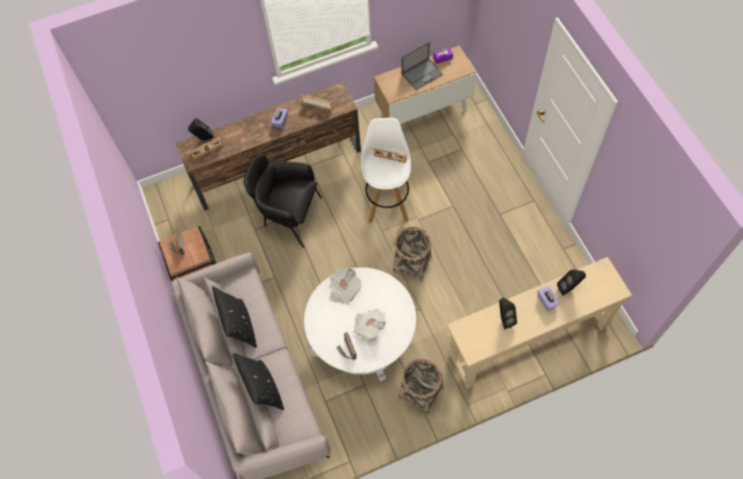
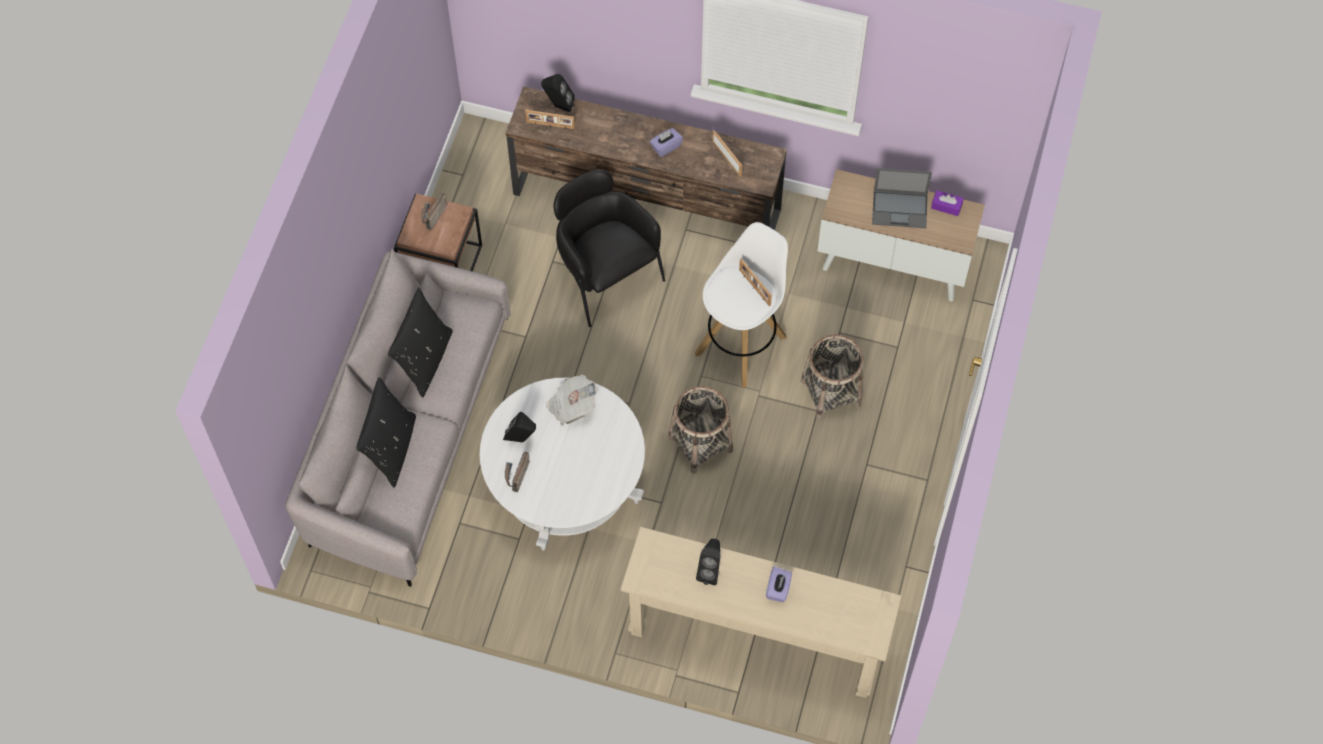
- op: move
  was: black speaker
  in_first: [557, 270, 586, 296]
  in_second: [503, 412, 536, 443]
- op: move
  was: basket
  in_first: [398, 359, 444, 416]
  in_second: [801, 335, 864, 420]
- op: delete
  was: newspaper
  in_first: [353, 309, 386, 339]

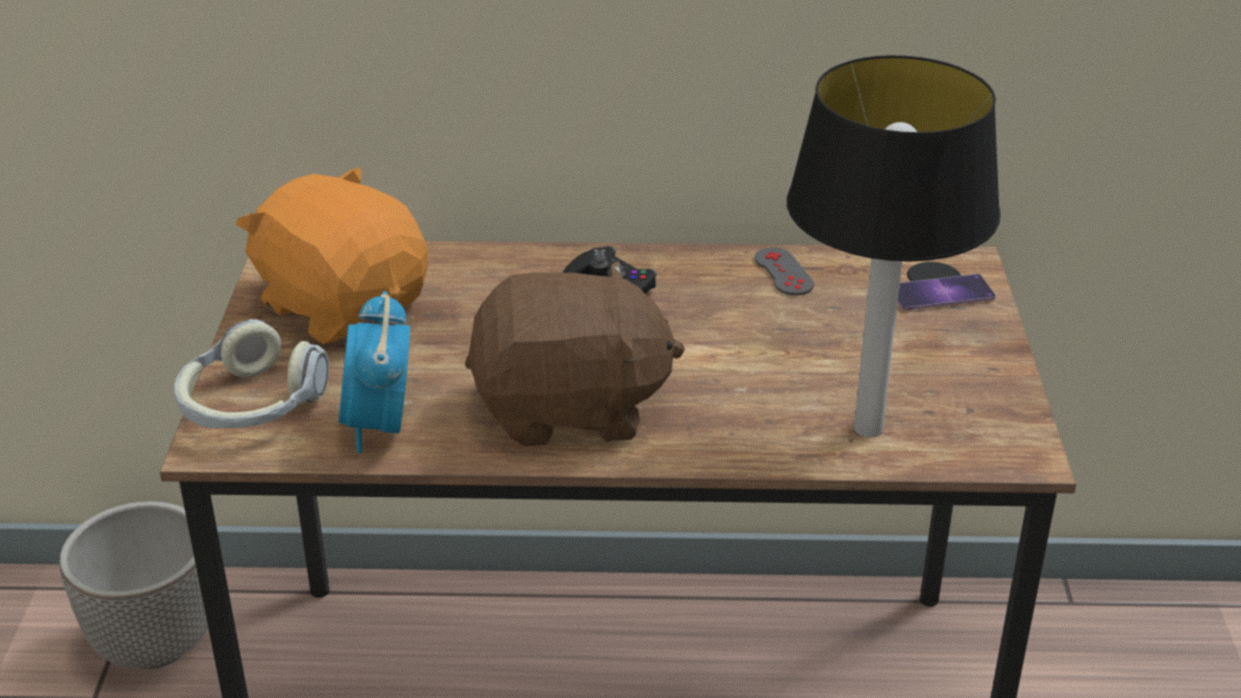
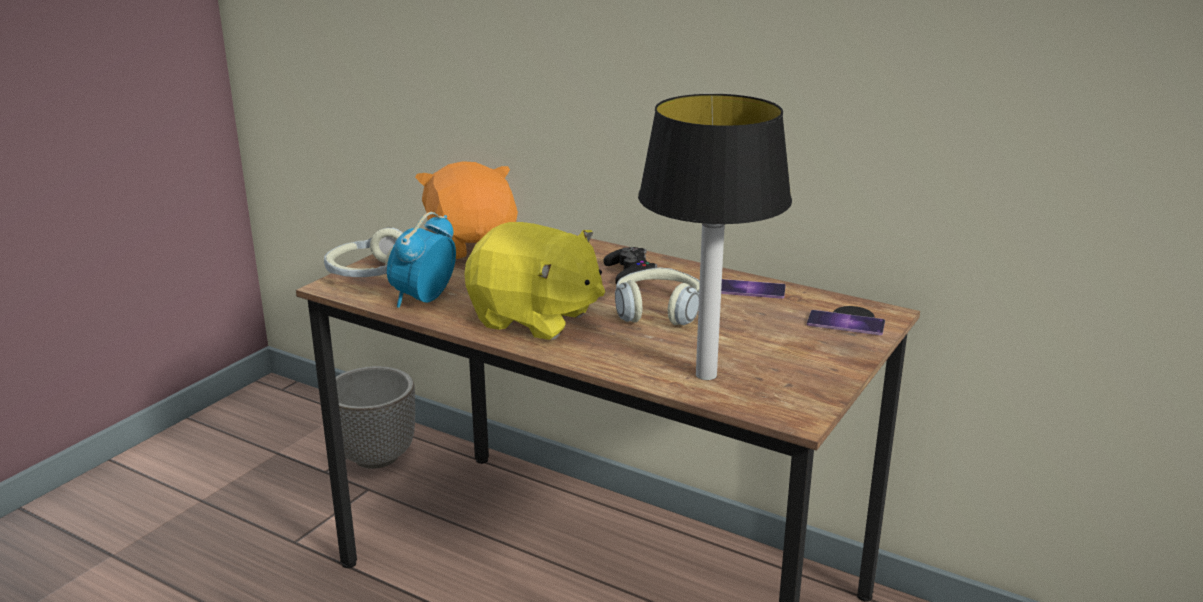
- op: recolor
  was: brown plush toy
  now: yellow plush toy
  in_first: [465, 261, 685, 447]
  in_second: [464, 222, 605, 340]
- op: insert
  now: headphones
  in_second: [615, 267, 700, 325]
- op: replace
  was: grey game controller
  now: phone
  in_first: [754, 247, 814, 296]
  in_second: [721, 279, 786, 299]

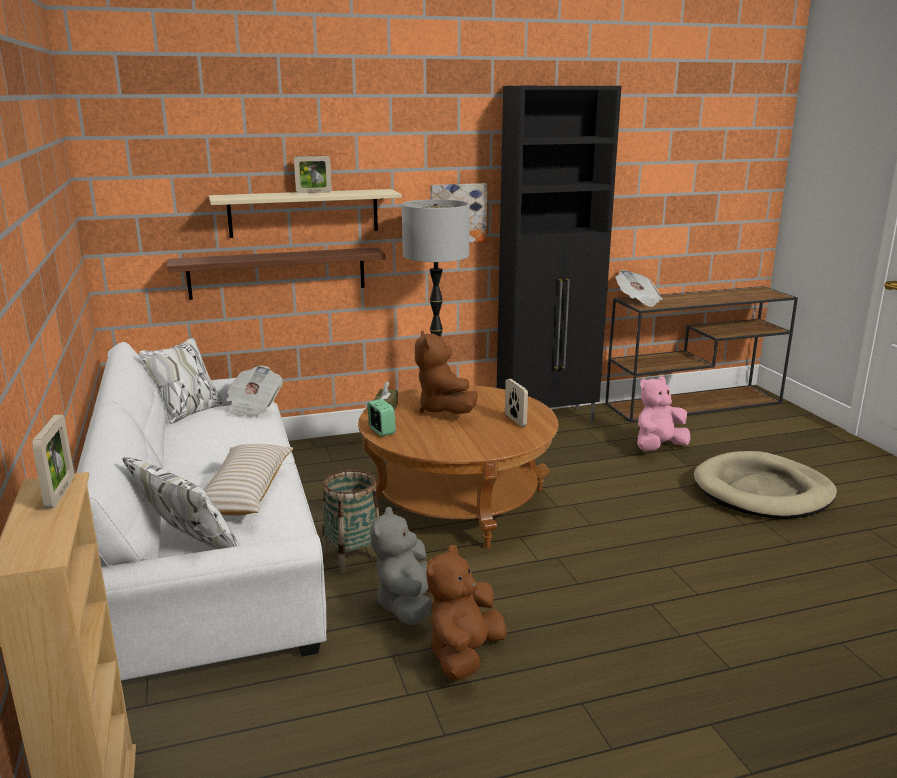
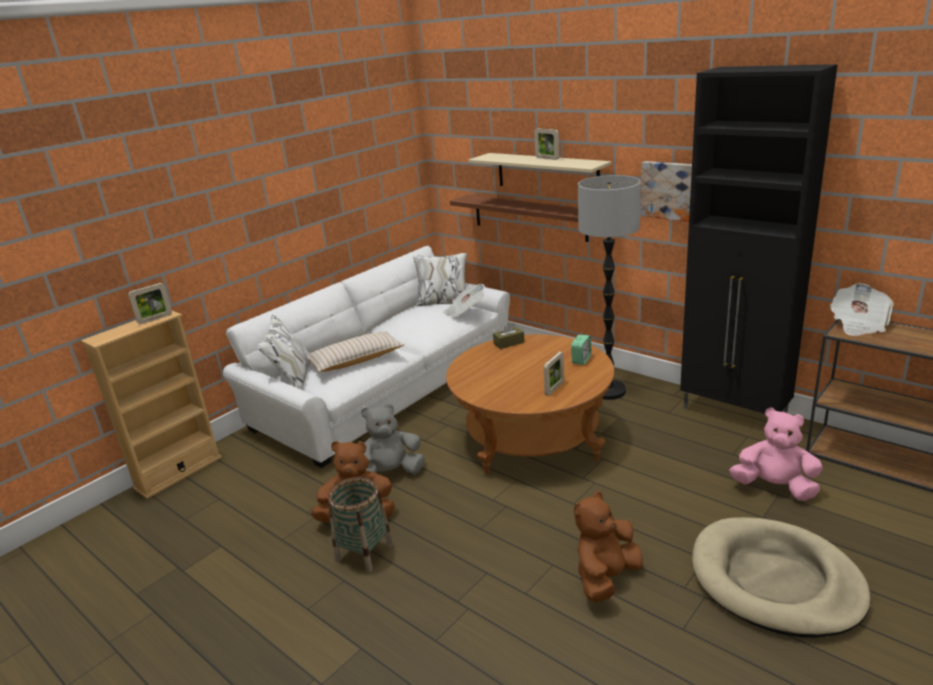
- op: move
  was: basket
  in_first: [322, 470, 379, 574]
  in_second: [328, 477, 393, 572]
- op: move
  was: alarm clock
  in_first: [367, 399, 396, 437]
  in_second: [571, 335, 592, 365]
- op: move
  was: brown plush toy
  in_first: [415, 330, 478, 414]
  in_second: [574, 491, 643, 602]

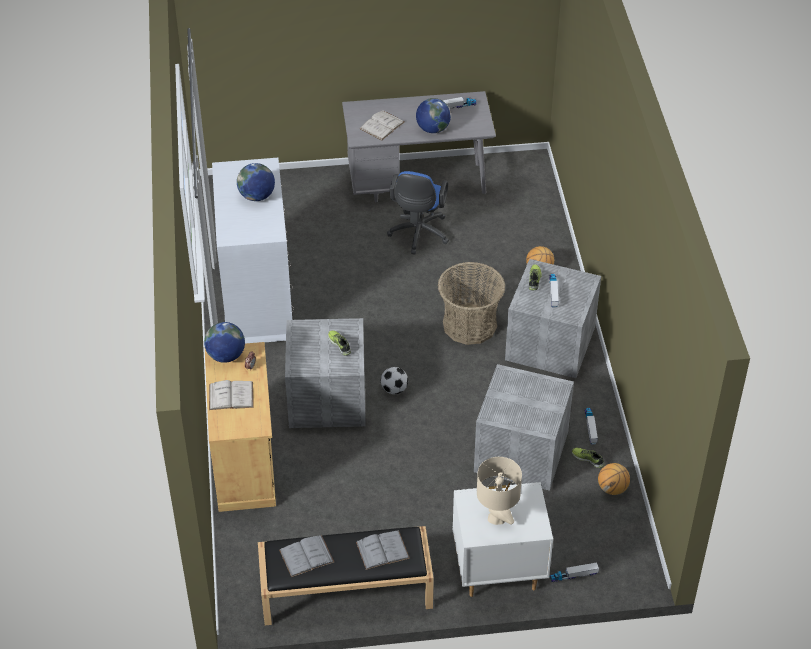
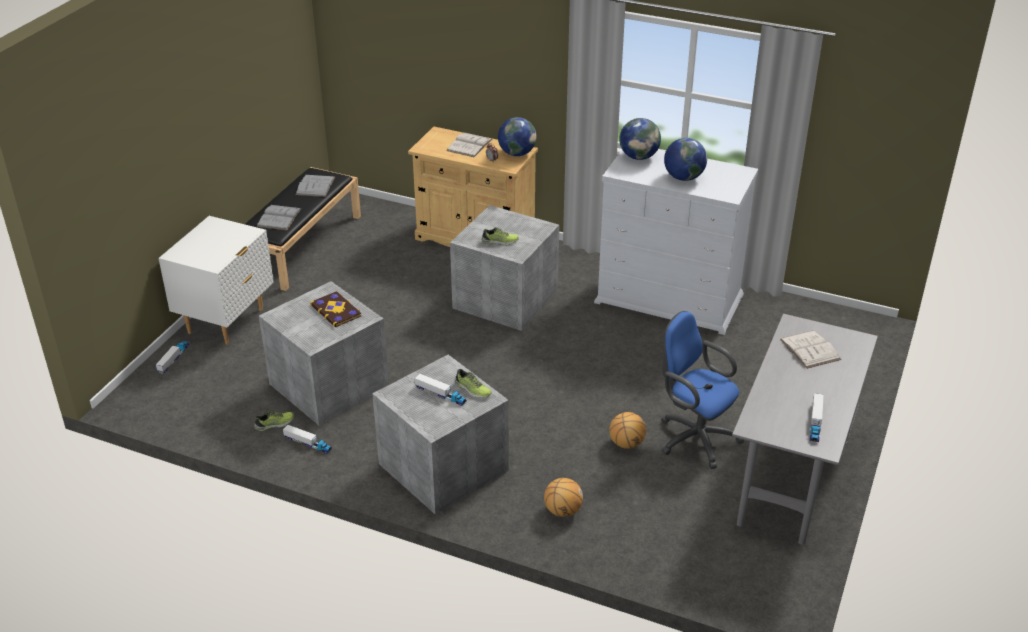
- op: insert
  now: book
  in_second: [310, 291, 361, 327]
- op: move
  was: basketball
  in_first: [598, 463, 630, 495]
  in_second: [609, 412, 646, 449]
- op: move
  was: globe
  in_first: [416, 98, 451, 133]
  in_second: [619, 118, 661, 160]
- op: delete
  was: football
  in_first: [381, 367, 408, 394]
- op: delete
  was: basket
  in_first: [438, 262, 505, 345]
- op: delete
  was: beige table lamp
  in_first: [477, 457, 522, 525]

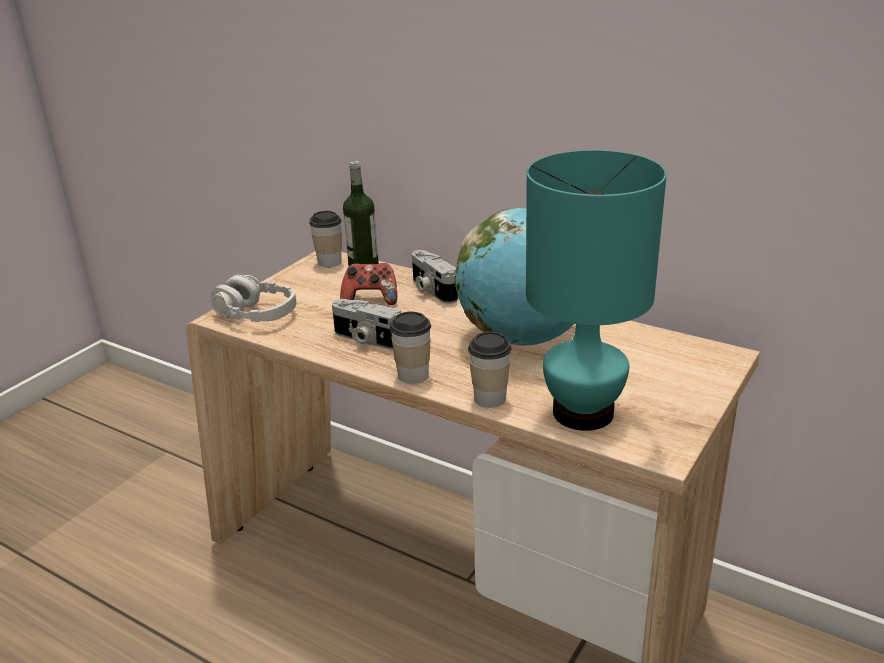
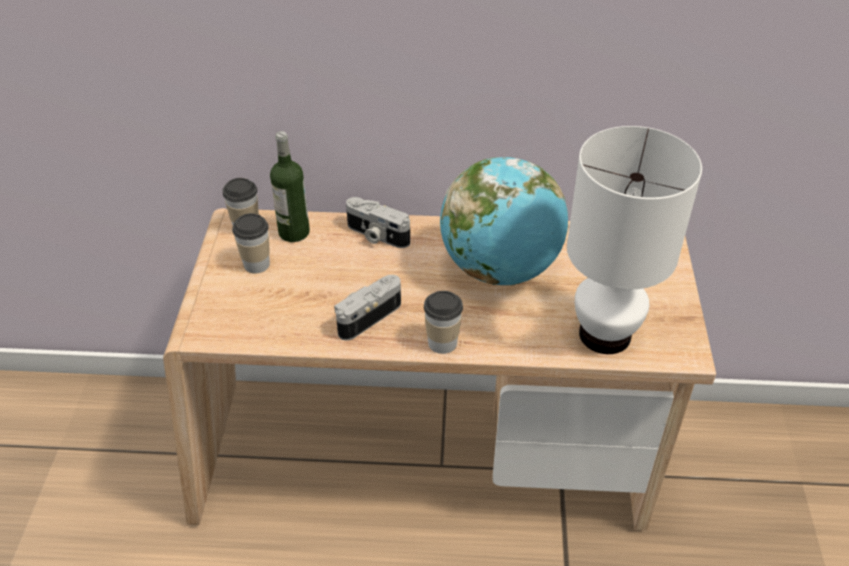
- op: move
  was: cup
  in_first: [468, 332, 512, 408]
  in_second: [232, 213, 270, 273]
- op: rotate
  was: photo camera
  in_first: [332, 299, 401, 350]
  in_second: [334, 275, 401, 341]
  clockwise: 135
- op: recolor
  was: turquoise table lamp
  now: white table lamp
  in_first: [526, 150, 667, 431]
  in_second: [567, 126, 702, 354]
- op: delete
  was: grey headphones
  in_first: [211, 275, 297, 322]
- op: delete
  was: game controller
  in_first: [340, 263, 397, 305]

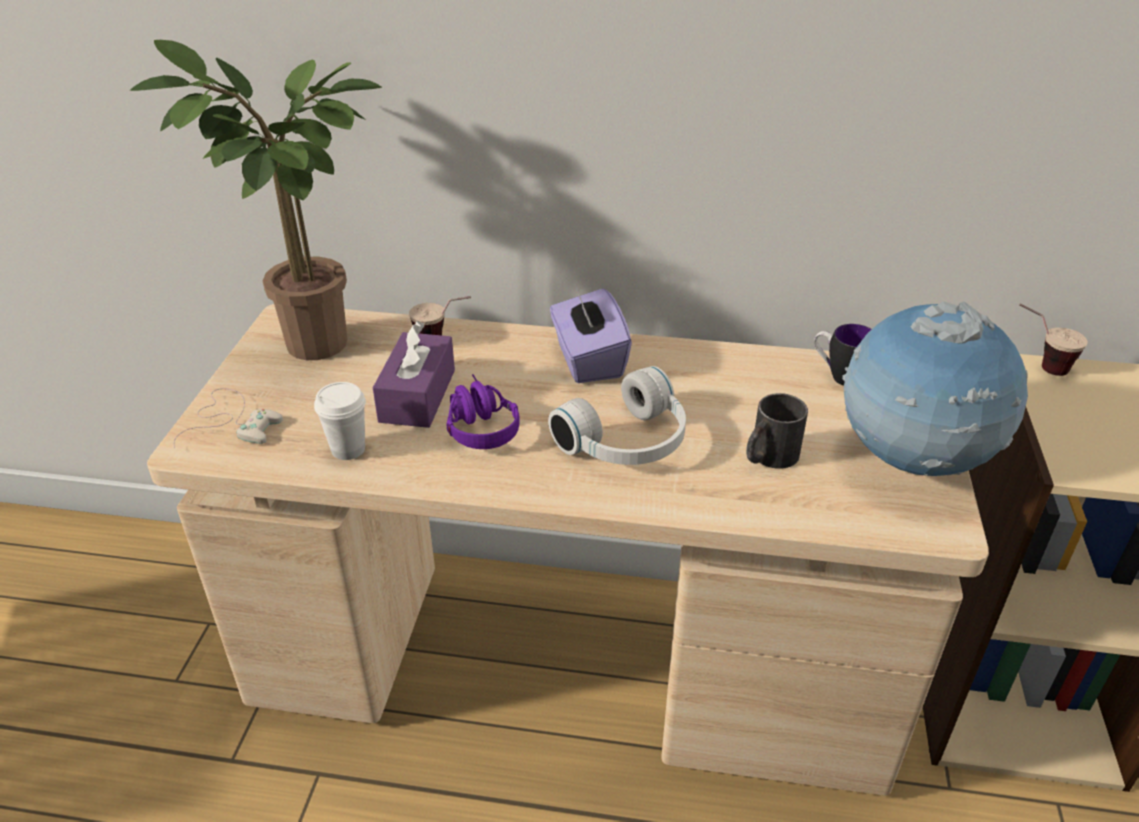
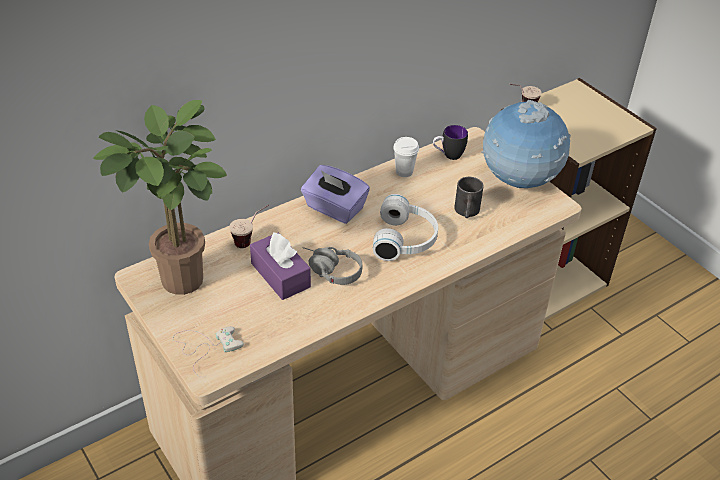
- op: recolor
  was: purple headphones
  now: grey headphones
  in_first: [446, 374, 520, 449]
  in_second: [303, 247, 362, 285]
- op: move
  was: white cup
  in_first: [314, 382, 366, 460]
  in_second: [393, 137, 419, 177]

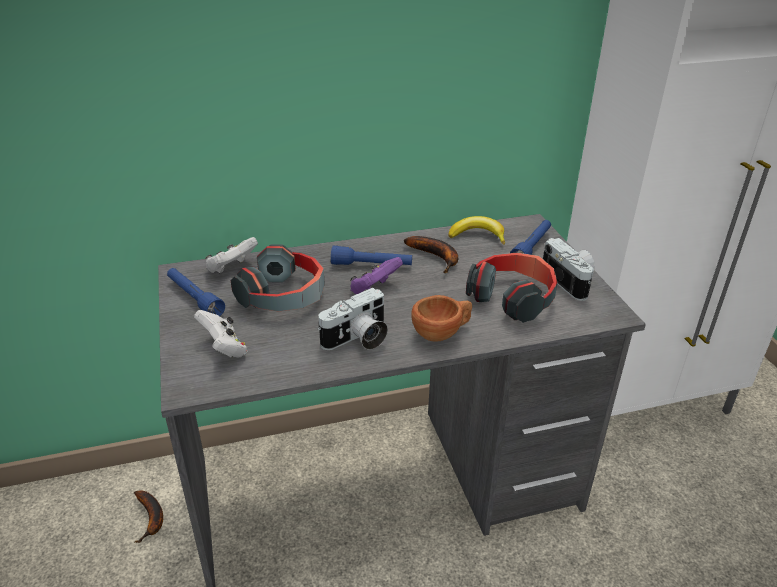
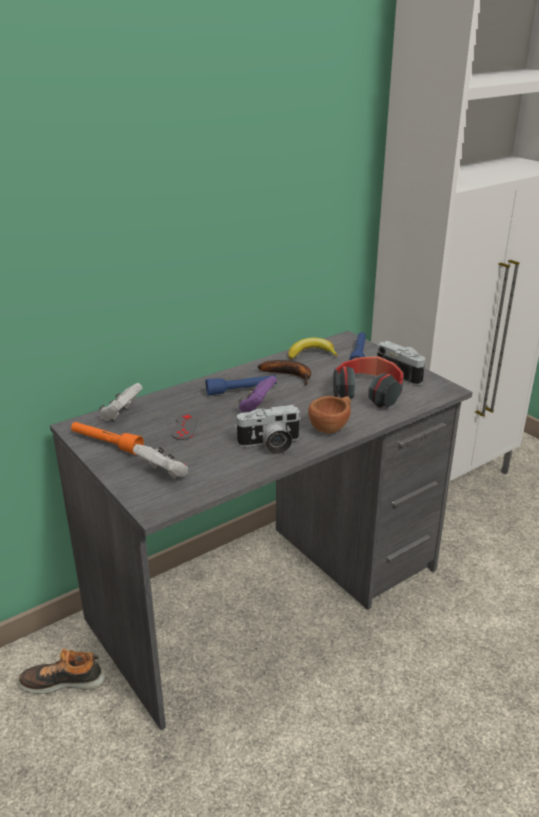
- op: replace
  was: banana
  now: shoe
  in_first: [134, 491, 163, 543]
  in_second: [18, 649, 106, 694]
- op: recolor
  was: blue flashlight
  now: orange flashlight
  in_first: [167, 268, 225, 316]
  in_second: [71, 422, 144, 455]
- op: replace
  was: headphones
  now: grey game controller
  in_first: [231, 244, 325, 311]
  in_second: [171, 412, 198, 440]
- op: rotate
  was: photo camera
  in_first: [318, 288, 388, 350]
  in_second: [235, 405, 301, 454]
  clockwise: 45

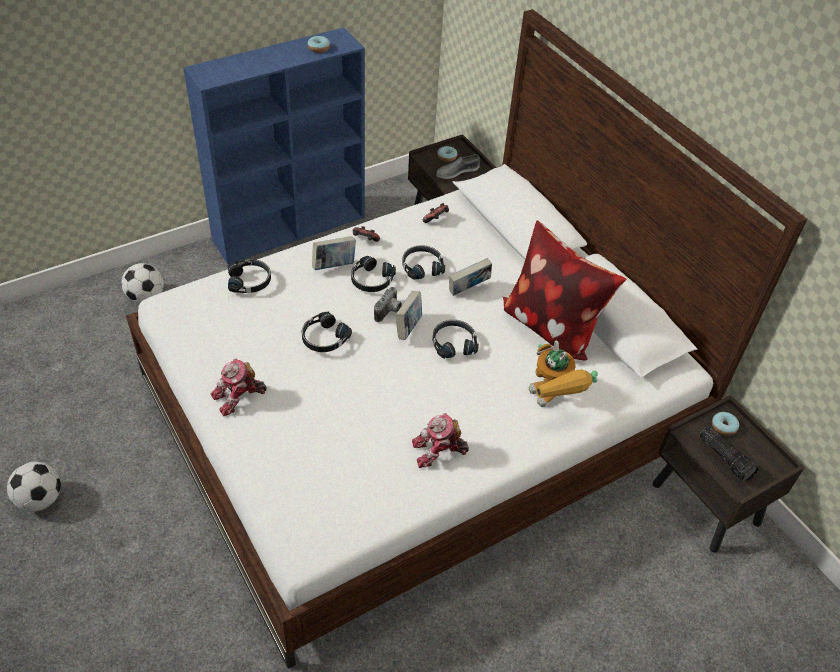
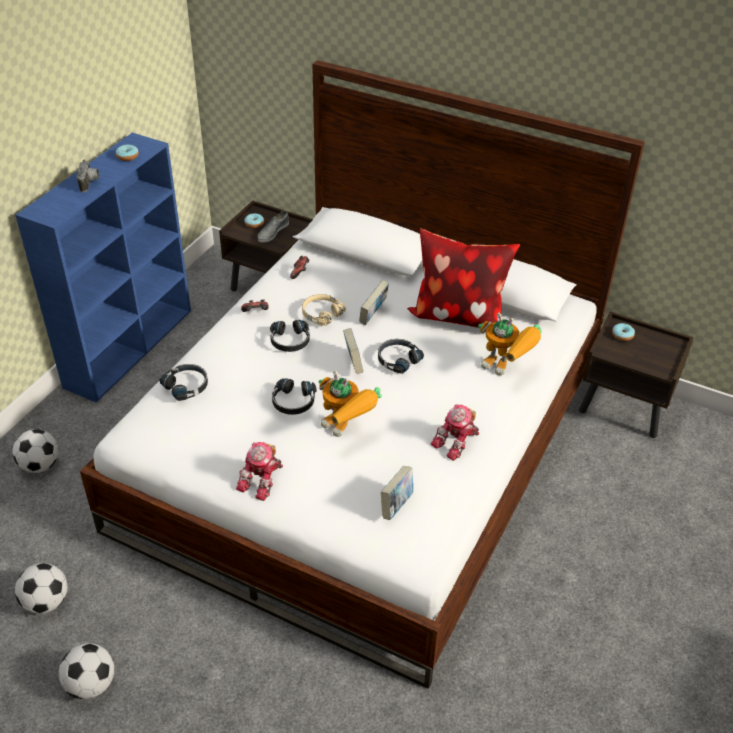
- op: insert
  now: football
  in_second: [15, 563, 67, 614]
- op: move
  was: photo camera
  in_first: [374, 287, 402, 322]
  in_second: [77, 159, 99, 192]
- op: recolor
  was: black headphones
  now: beige headphones
  in_first: [402, 245, 445, 280]
  in_second: [302, 294, 346, 326]
- op: insert
  now: toy robot
  in_second: [319, 370, 382, 437]
- op: move
  was: book
  in_first: [312, 236, 356, 270]
  in_second: [381, 466, 413, 520]
- op: delete
  was: flashlight
  in_first: [699, 426, 759, 482]

